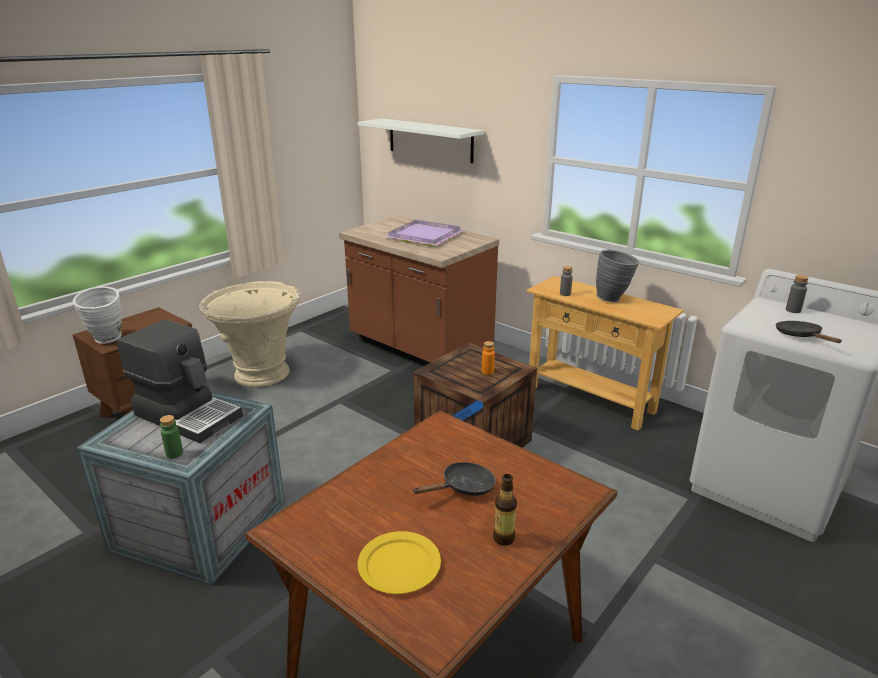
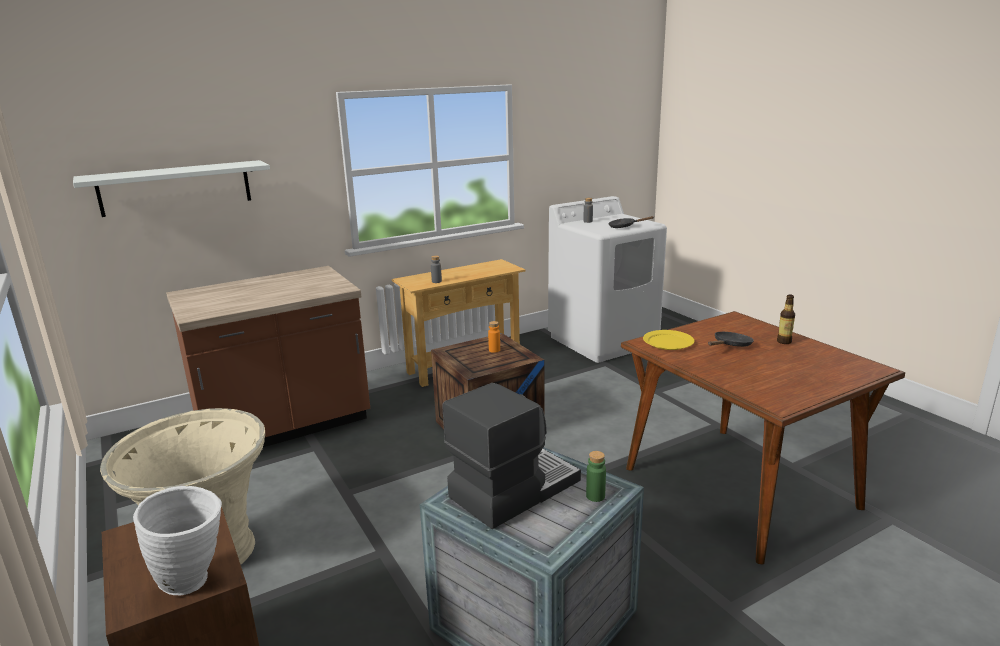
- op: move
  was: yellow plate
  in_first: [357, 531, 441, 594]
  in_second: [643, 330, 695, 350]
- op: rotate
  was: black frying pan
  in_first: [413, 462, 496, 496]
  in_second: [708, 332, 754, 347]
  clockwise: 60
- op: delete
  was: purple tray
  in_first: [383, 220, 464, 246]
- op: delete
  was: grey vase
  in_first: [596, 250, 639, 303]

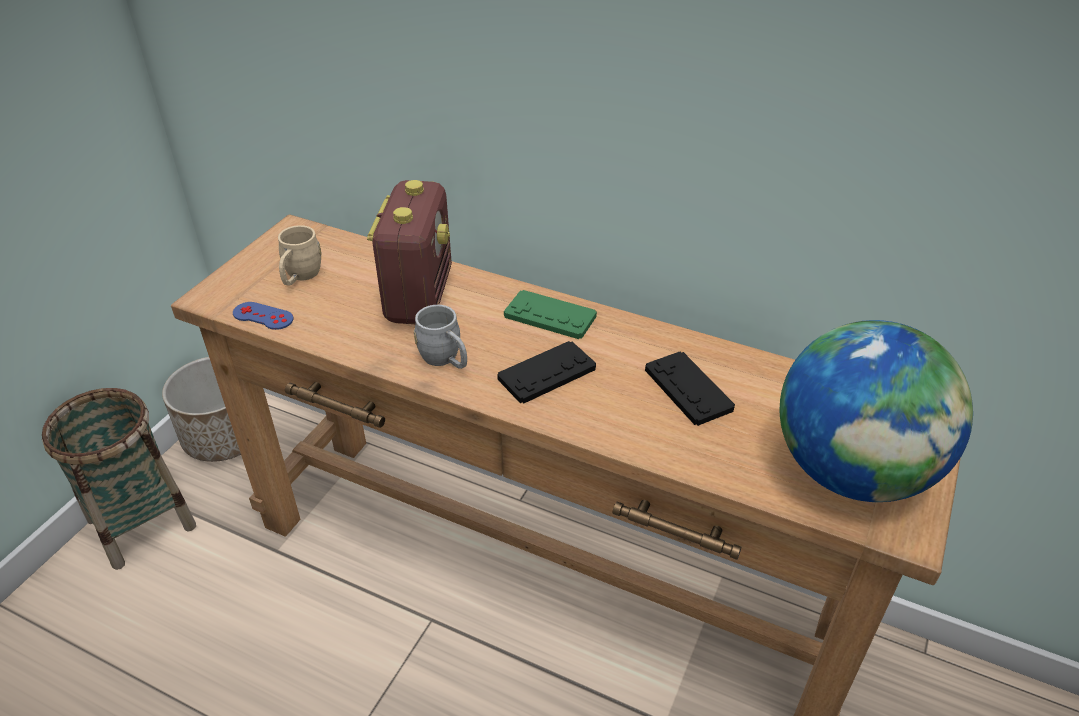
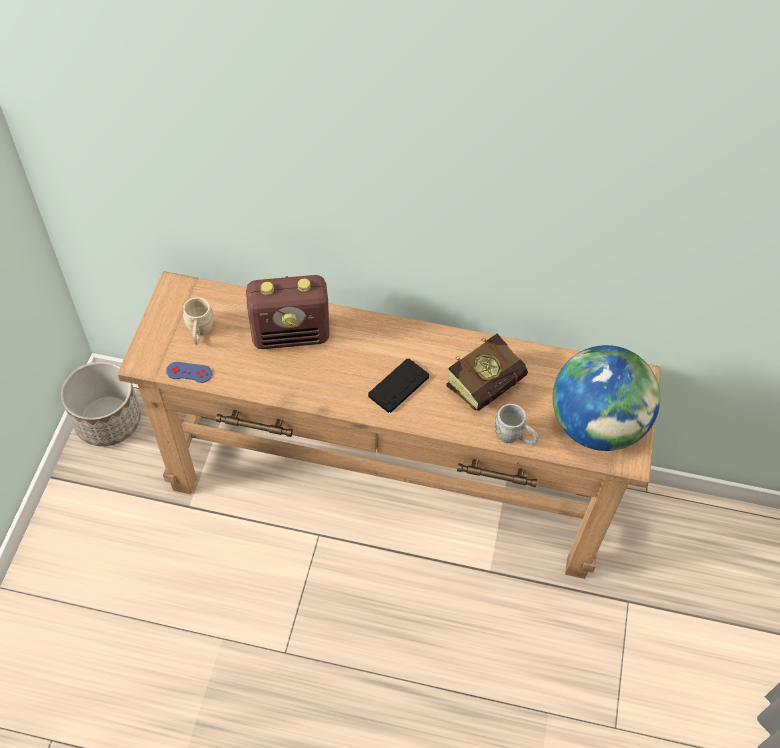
- op: rotate
  was: radio
  in_first: [367, 180, 452, 324]
  in_second: [246, 275, 330, 349]
  clockwise: 90
- op: replace
  was: black game controller
  now: book
  in_first: [645, 351, 735, 426]
  in_second: [446, 334, 528, 411]
- op: move
  was: grey mug
  in_first: [414, 305, 467, 369]
  in_second: [494, 404, 538, 445]
- op: delete
  was: basket
  in_first: [42, 388, 196, 570]
- op: delete
  was: green game controller
  in_first: [504, 290, 597, 339]

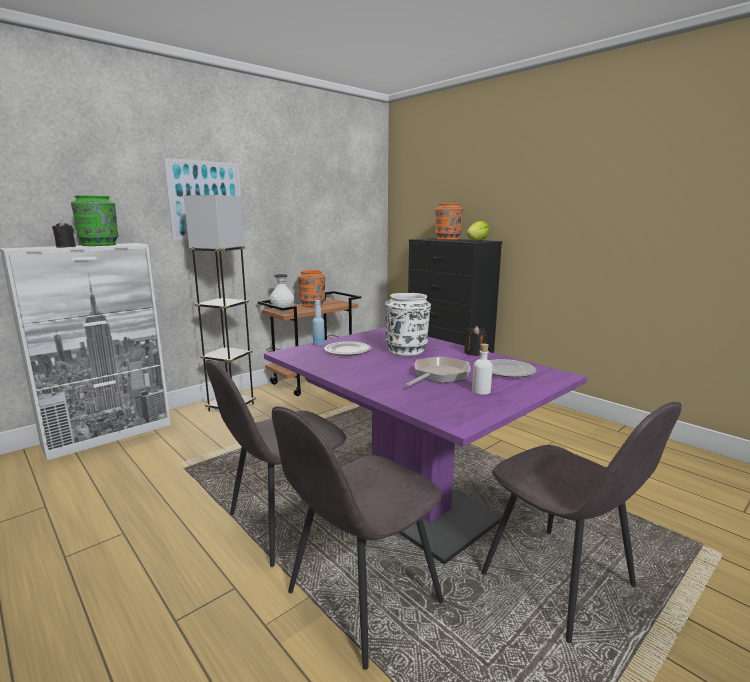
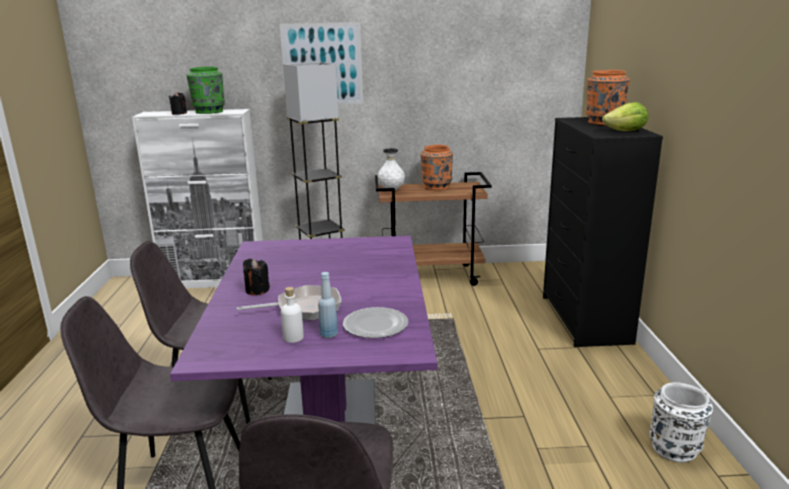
- op: move
  was: black candle
  in_first: [464, 326, 487, 356]
  in_second: [243, 259, 270, 295]
- op: move
  was: blue bottle
  in_first: [312, 300, 325, 346]
  in_second: [318, 272, 338, 338]
- op: move
  was: white vase
  in_first: [385, 293, 431, 356]
  in_second: [649, 382, 713, 463]
- op: delete
  was: plate
  in_first: [324, 341, 371, 356]

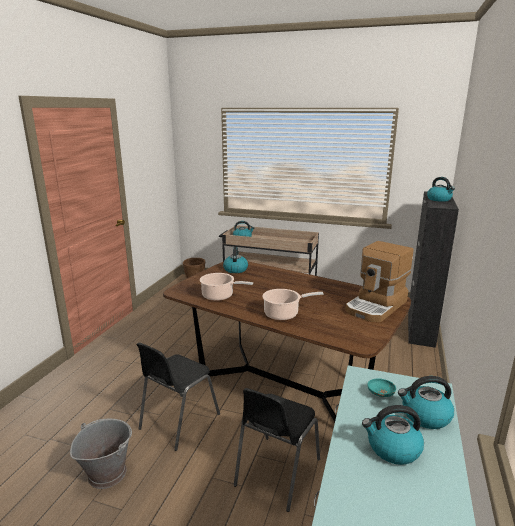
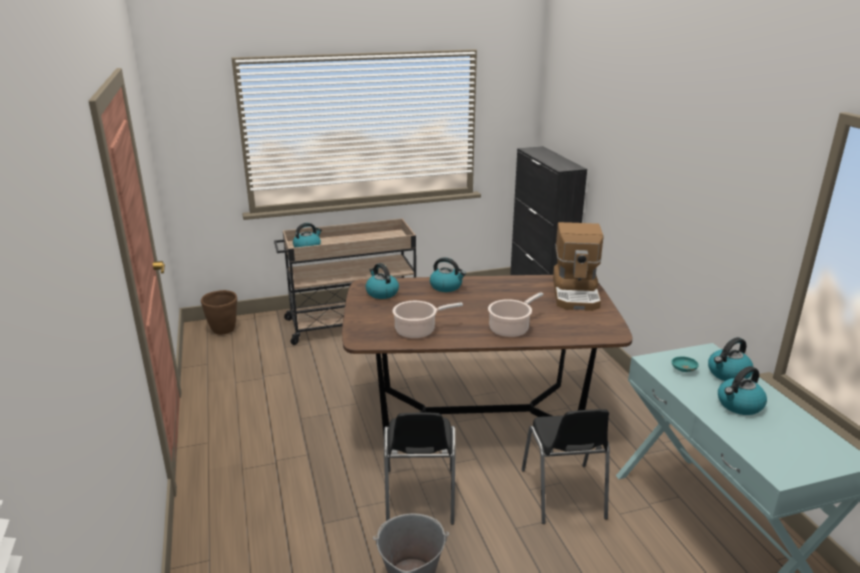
- op: move
  was: kettle
  in_first: [427, 177, 455, 202]
  in_second: [430, 257, 466, 292]

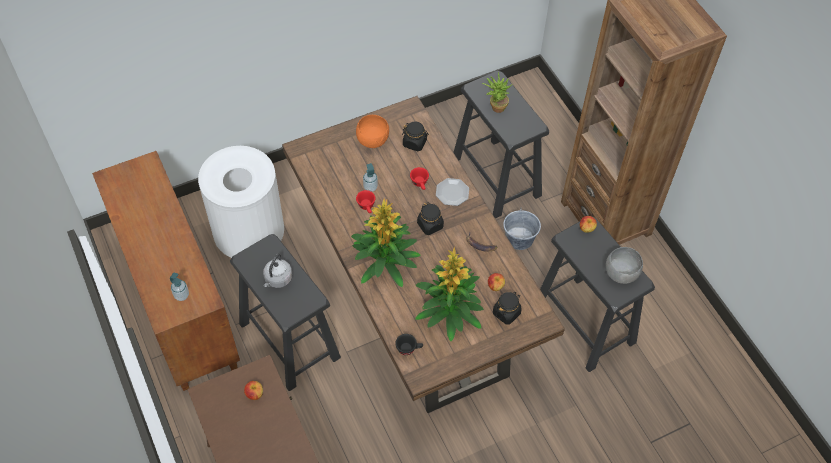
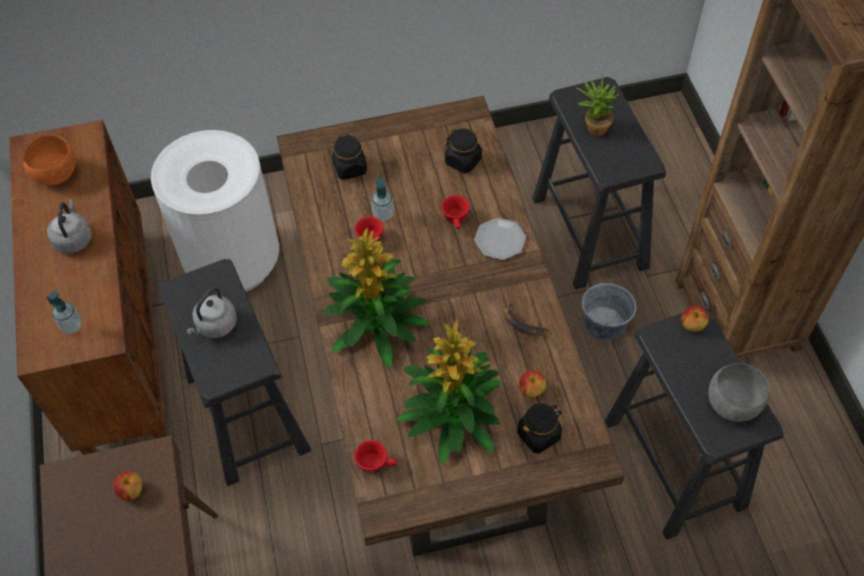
- op: move
  was: orange bowl
  in_first: [356, 115, 389, 148]
  in_second: [23, 135, 76, 186]
- op: insert
  now: grey kettle
  in_second: [47, 199, 92, 254]
- op: move
  was: black jar
  in_first: [417, 203, 444, 235]
  in_second: [332, 134, 367, 180]
- op: recolor
  was: black cup
  now: red cup
  in_first: [395, 334, 423, 355]
  in_second: [354, 440, 397, 473]

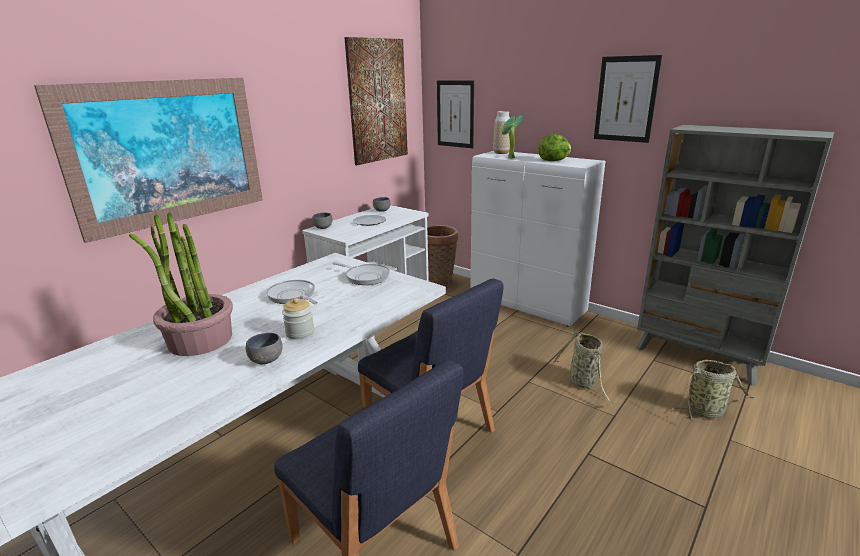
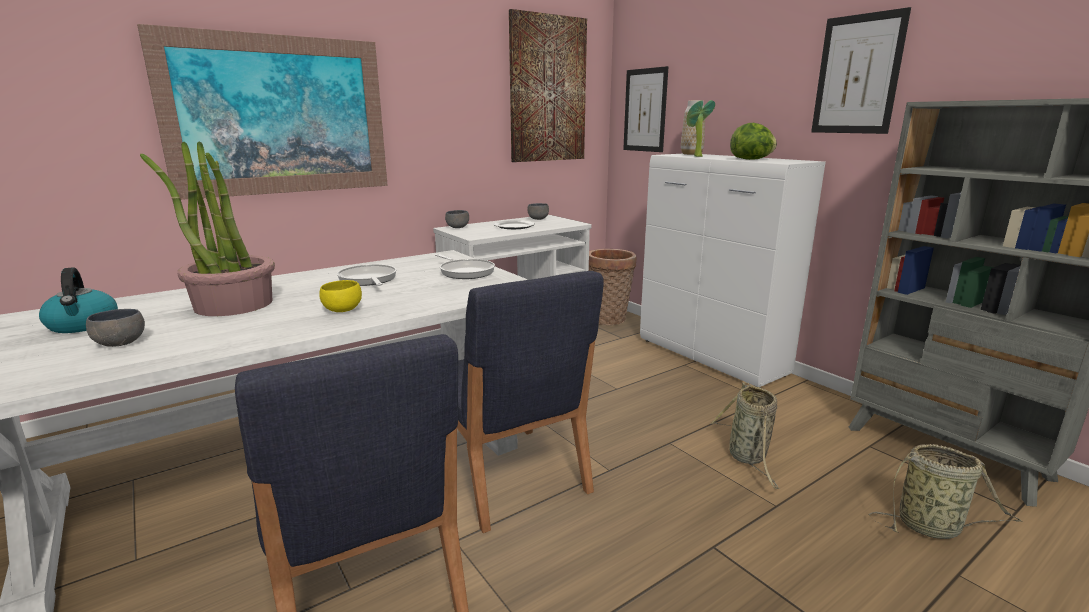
- op: insert
  now: kettle
  in_second: [39, 267, 118, 333]
- op: move
  was: grey bowl
  in_first: [246, 333, 282, 364]
  in_second: [86, 309, 145, 347]
- op: replace
  was: jar
  now: yellow bowl
  in_first: [282, 298, 314, 340]
  in_second: [319, 280, 362, 312]

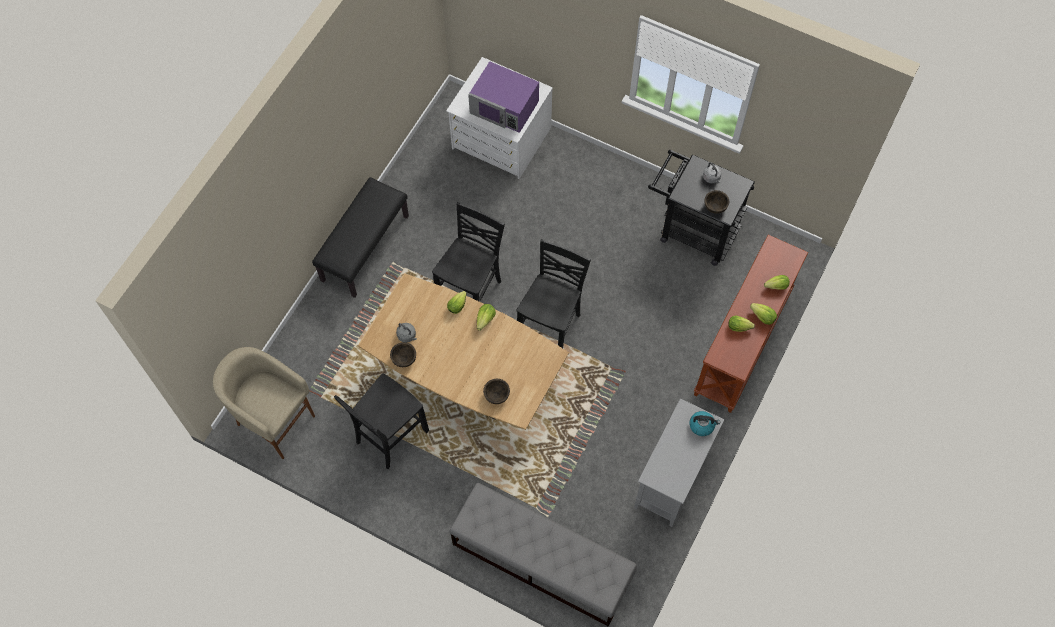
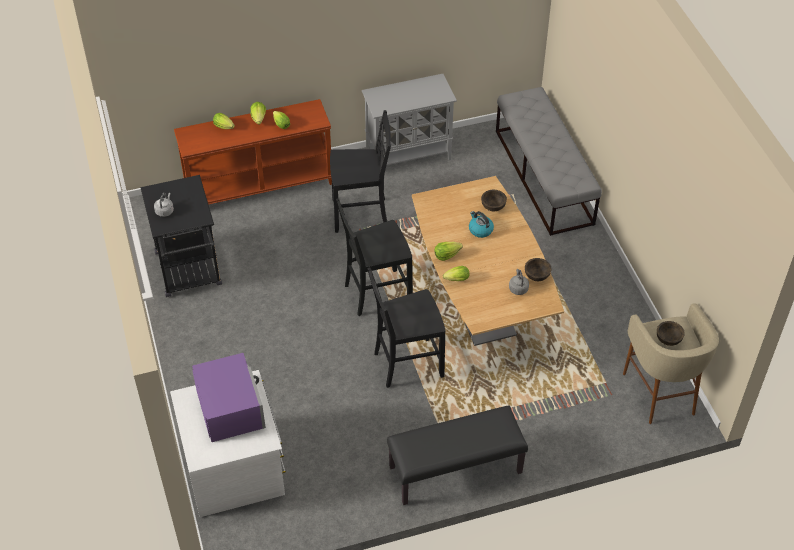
- op: move
  was: black chair
  in_first: [334, 373, 429, 469]
  in_second: [330, 110, 391, 233]
- op: move
  was: kettle
  in_first: [689, 411, 720, 436]
  in_second: [469, 211, 494, 238]
- op: move
  was: brown bowl
  in_first: [705, 190, 730, 214]
  in_second: [657, 321, 685, 346]

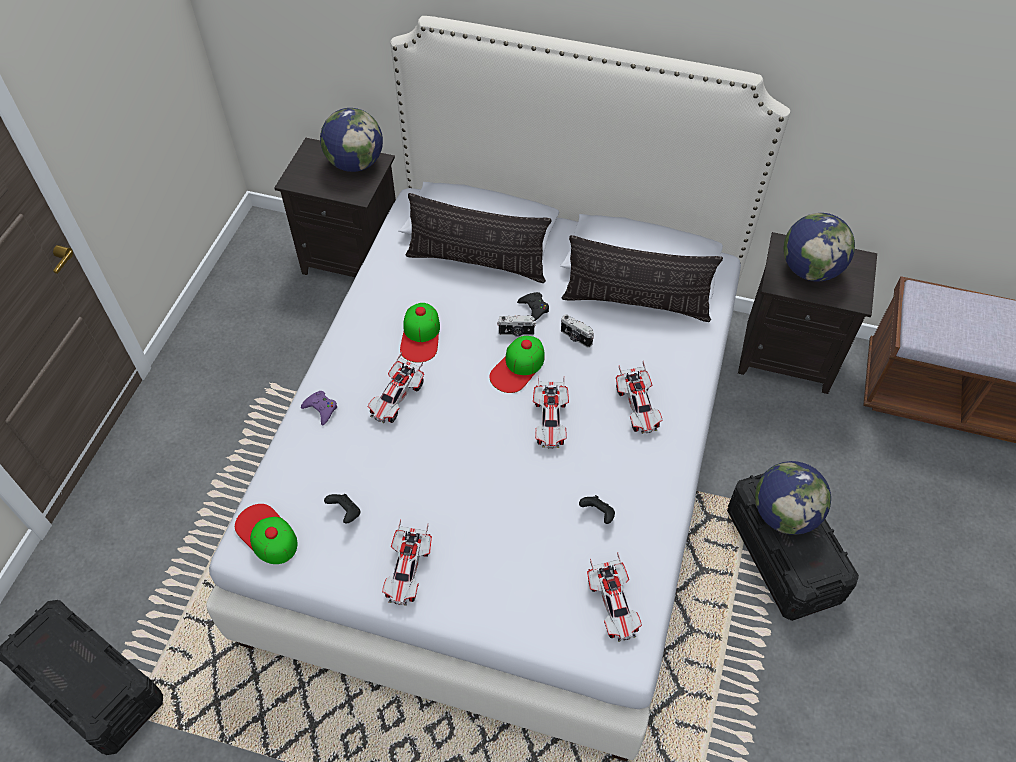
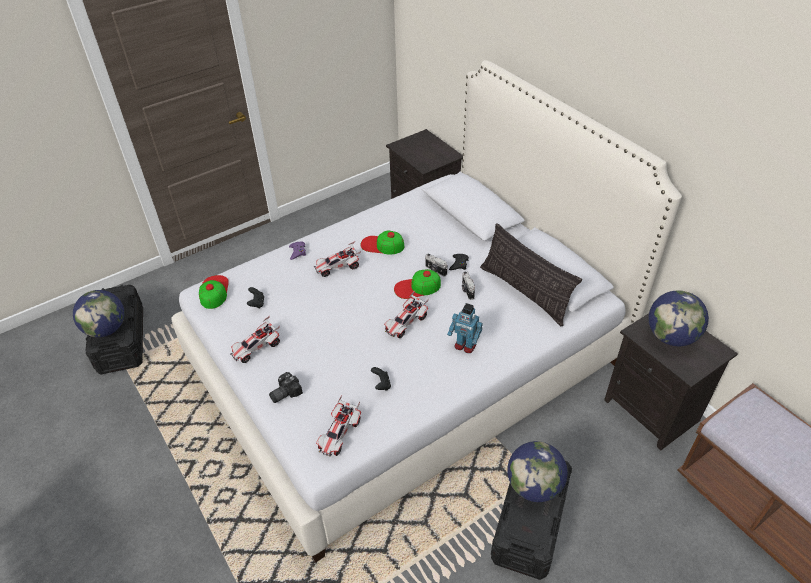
- op: move
  was: globe
  in_first: [320, 108, 383, 172]
  in_second: [73, 290, 125, 337]
- op: insert
  now: photo camera
  in_second: [269, 372, 303, 403]
- op: rotate
  was: cap
  in_first: [400, 303, 440, 363]
  in_second: [361, 230, 404, 254]
  clockwise: 60
- op: replace
  was: toy car
  now: toy robot
  in_first: [616, 361, 663, 434]
  in_second: [447, 303, 483, 353]
- op: delete
  was: pillow
  in_first: [406, 193, 552, 283]

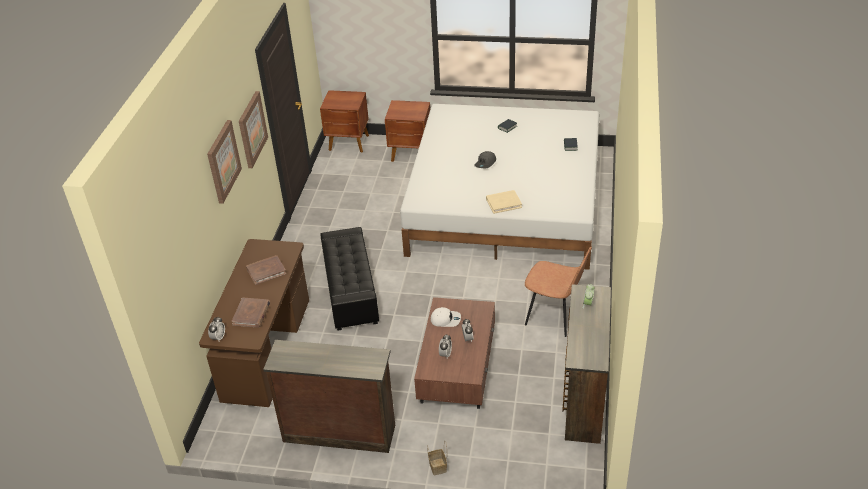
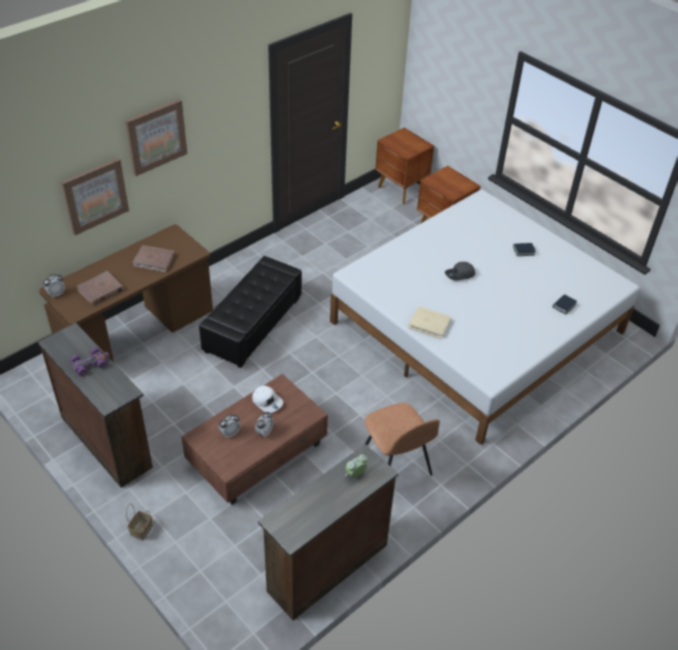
- op: move
  was: picture
  in_first: [239, 91, 268, 168]
  in_second: [61, 158, 129, 235]
- op: insert
  now: purple toy car
  in_second: [71, 347, 109, 376]

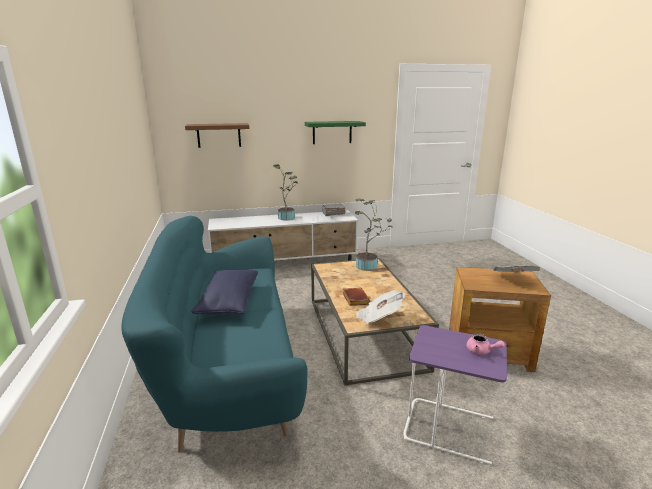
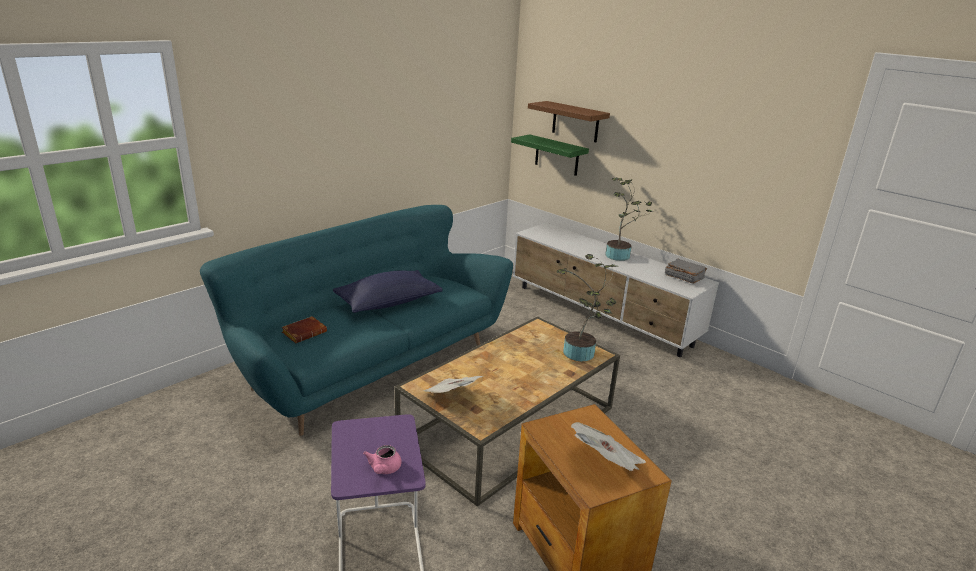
- op: move
  was: brown book
  in_first: [343, 288, 371, 306]
  in_second: [281, 316, 327, 343]
- op: move
  was: green shelf
  in_first: [305, 121, 366, 144]
  in_second: [511, 134, 589, 176]

